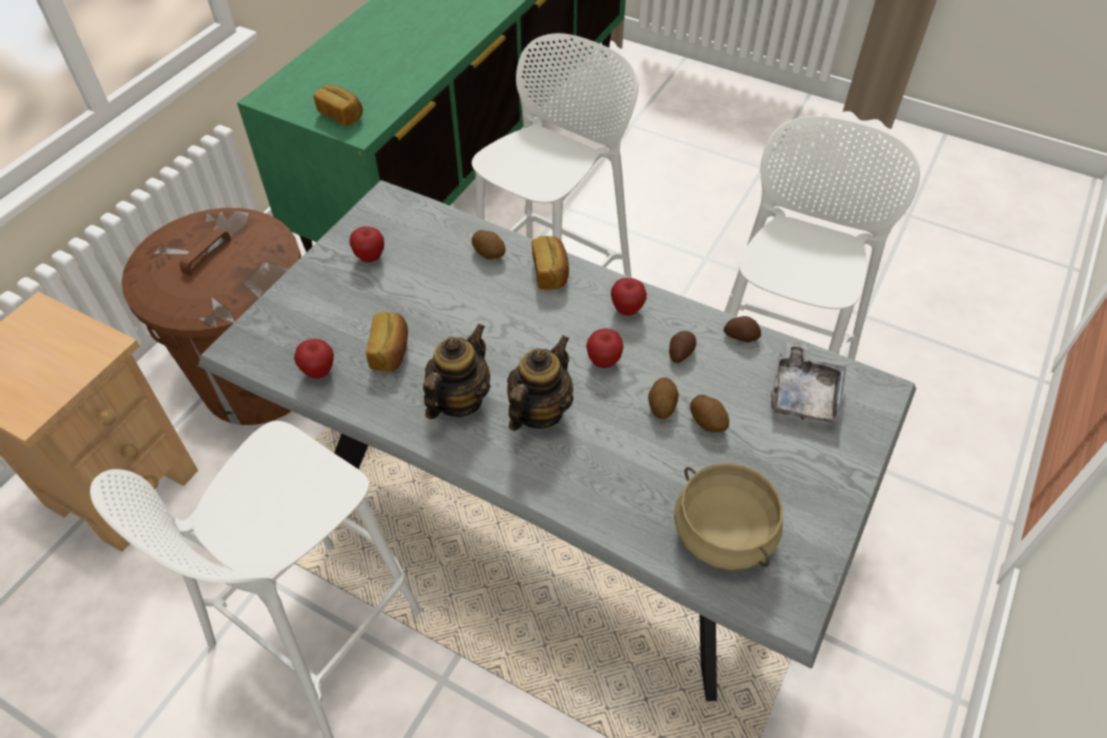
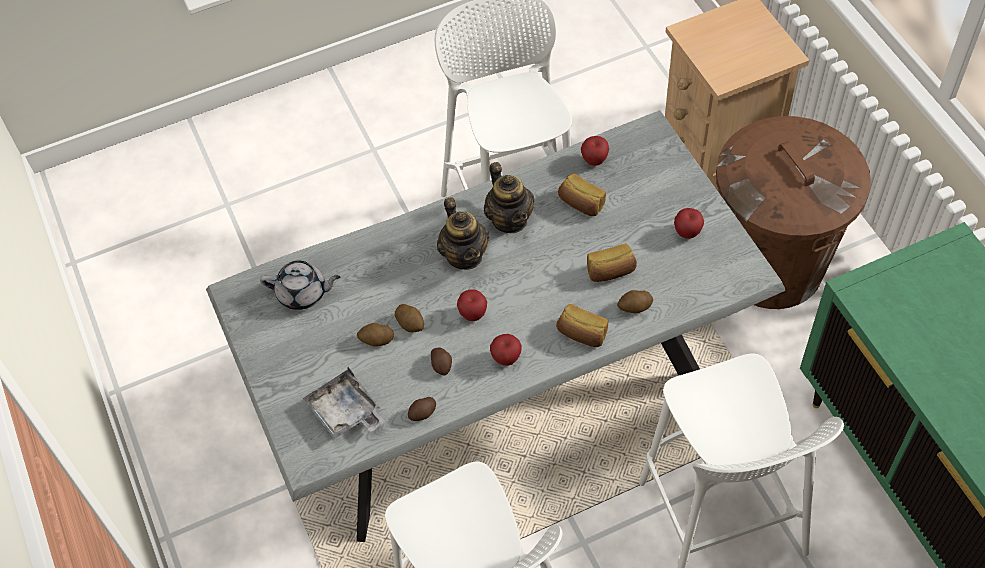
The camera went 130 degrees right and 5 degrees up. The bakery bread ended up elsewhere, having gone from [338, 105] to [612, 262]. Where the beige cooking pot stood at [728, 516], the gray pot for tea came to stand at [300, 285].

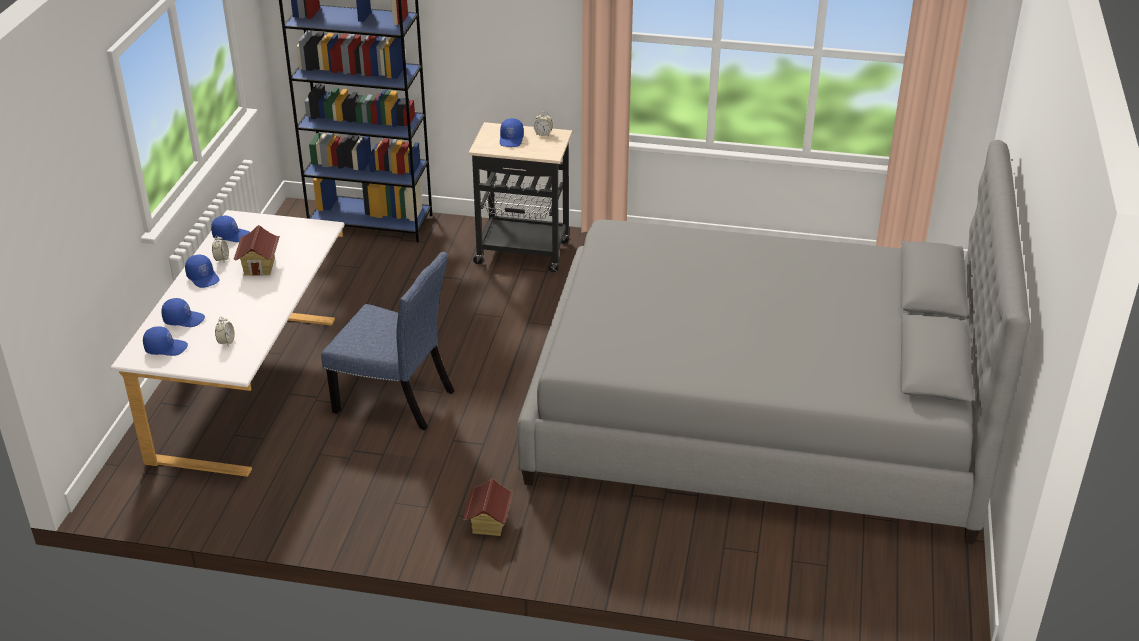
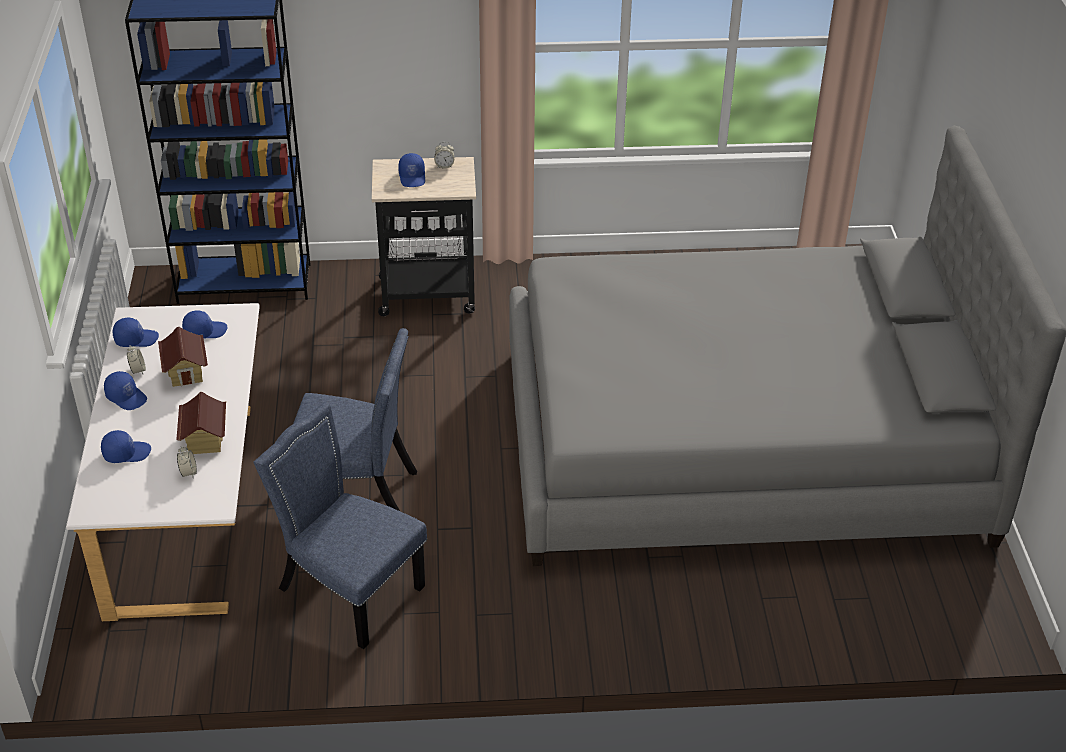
The camera went 15 degrees left and 5 degrees up. The second view gained the bluish upright chair at [340, 525]. The bluish baseball cap ended up elsewhere, having gone from [165, 341] to [205, 324]. The miniature house ended up elsewhere, having gone from [488, 507] to [201, 423].

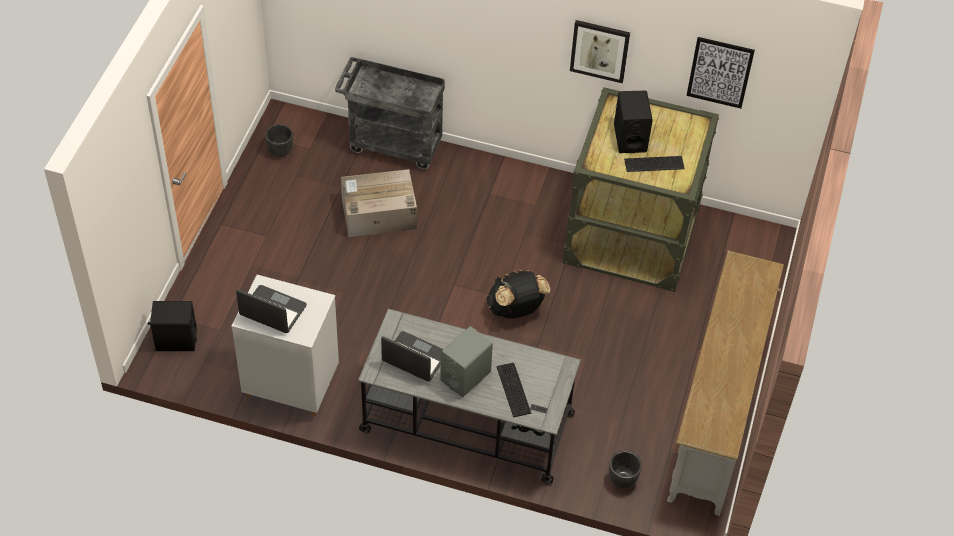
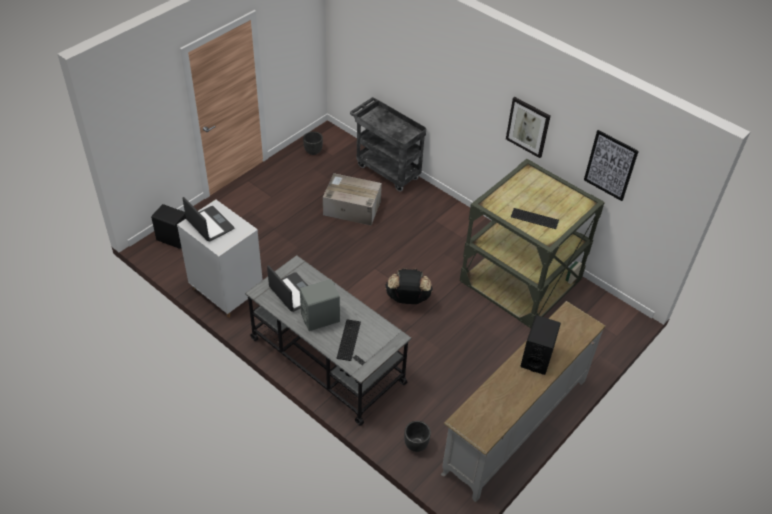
The camera went 25 degrees right and 5 degrees down. The black speaker ended up elsewhere, having gone from [633, 122] to [541, 345].

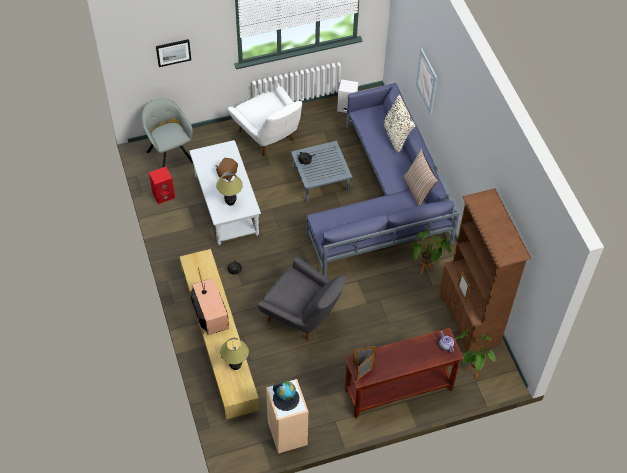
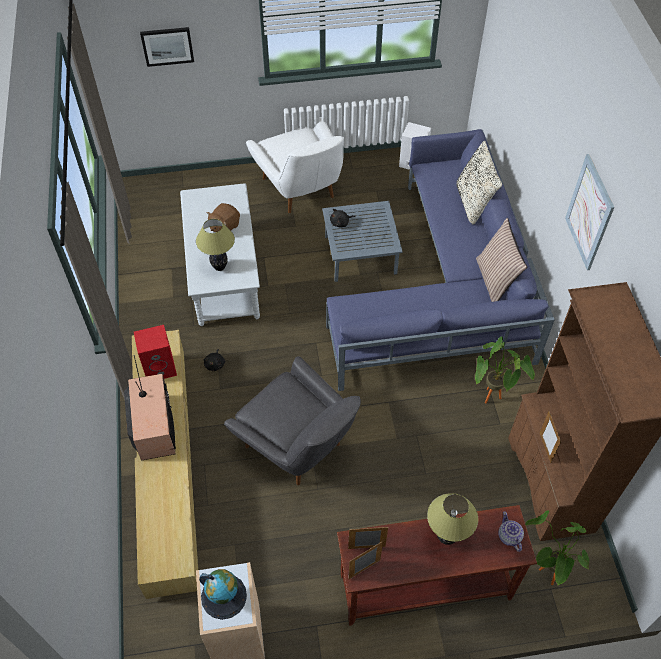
The camera went 10 degrees right and 0 degrees up. The second view lost the gray lounge chair at [167, 133]. The red-coloured speaker ended up elsewhere, having gone from [162, 185] to [155, 352]. The table lamp ended up elsewhere, having gone from [234, 354] to [452, 519]. The wall art ended up elsewhere, having gone from [426, 81] to [589, 212].

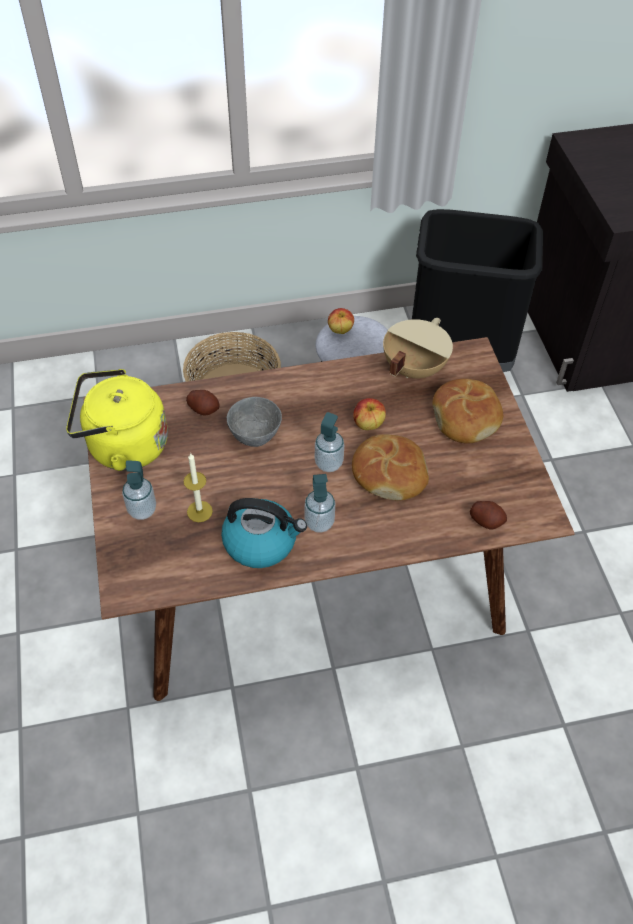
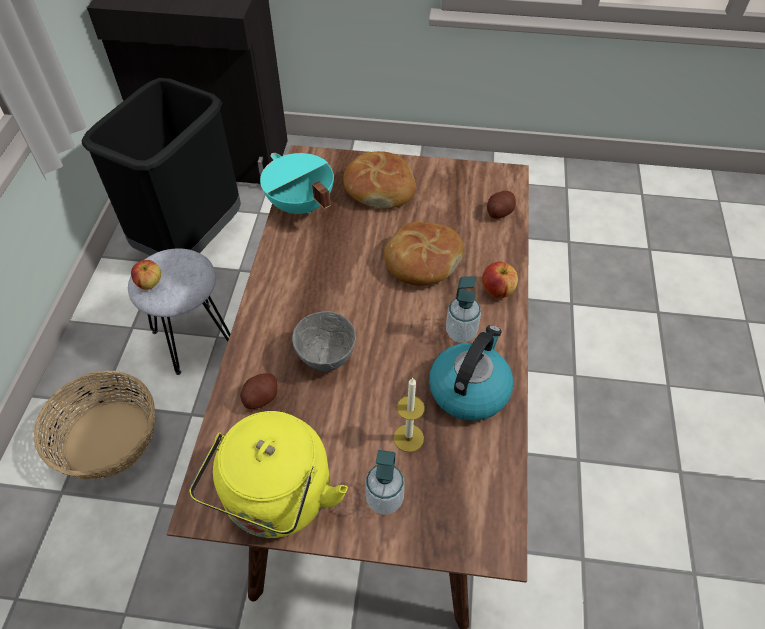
The camera went 70 degrees left and 0 degrees up. The second view lost the soap bottle at [329, 442]. The whole apple ended up elsewhere, having gone from [369, 414] to [500, 280]. What was the beige cooking pot at [418, 348] turned into the blue-green cooking pot at [297, 183].

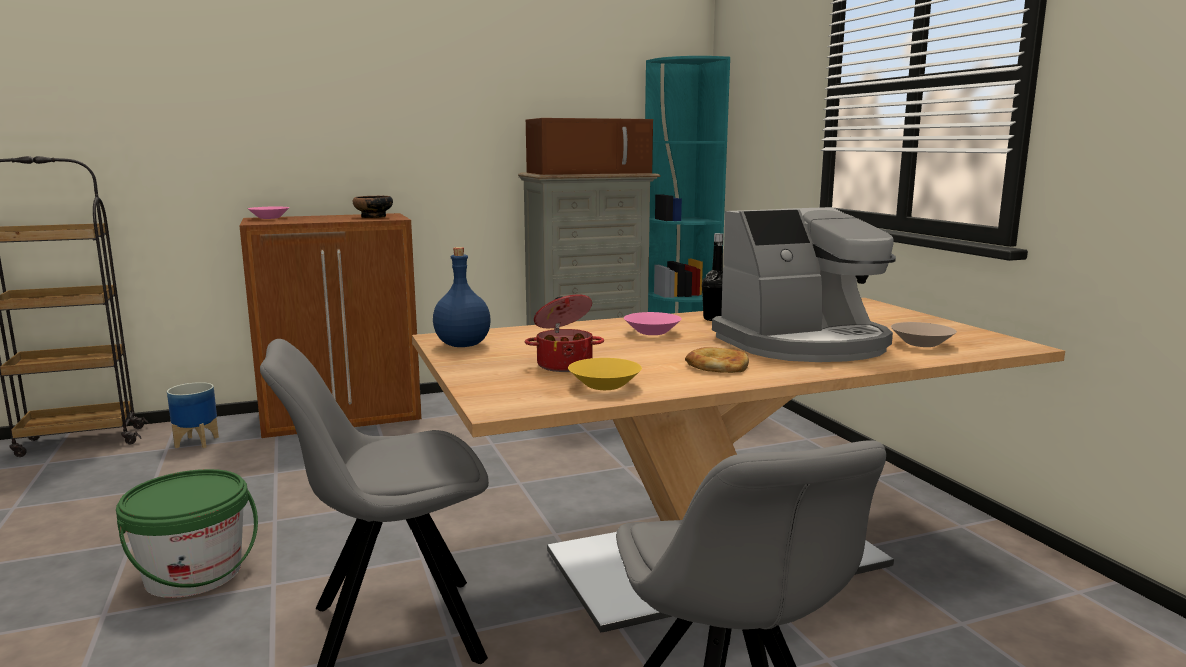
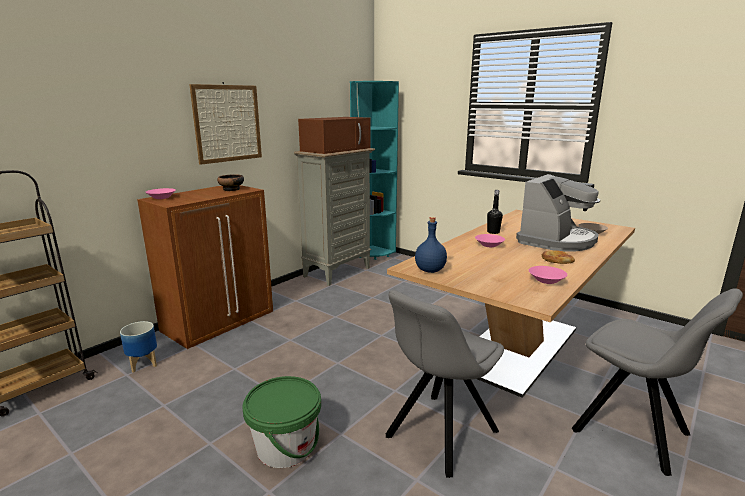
The camera went 30 degrees left and 5 degrees up. The second view lost the cooking pot at [564, 333]. The second view gained the wall art at [225, 123]. What was the yellow serving bowl at [605, 374] turned into the pink serving bowl at [548, 275].

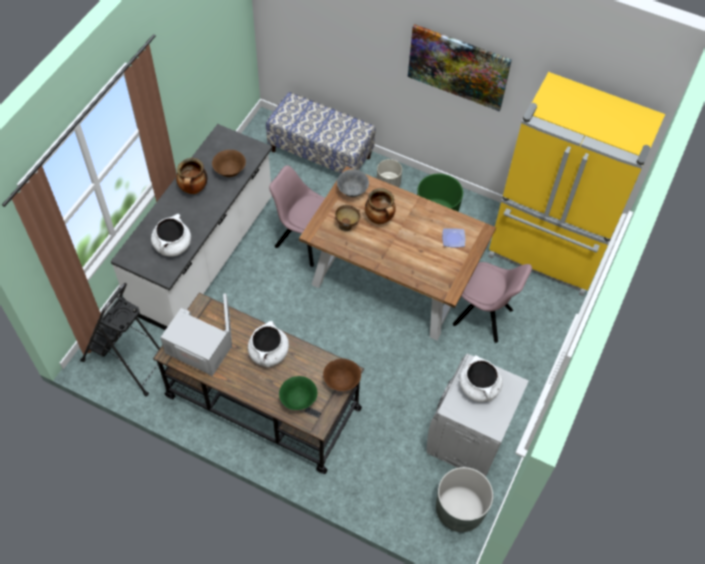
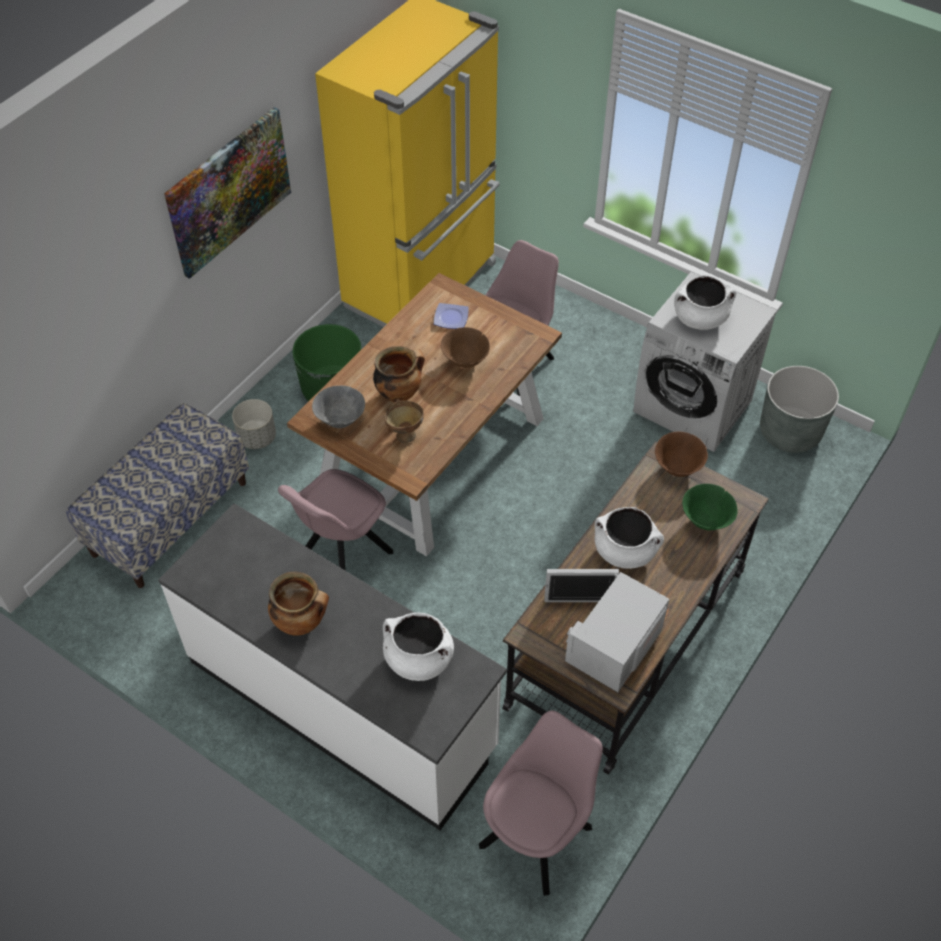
The camera went 80 degrees left and 5 degrees down. The brown-coloured serving bowl ended up elsewhere, having gone from [229, 163] to [465, 347]. Where the step ladder stood at [120, 339], the pink upright chair came to stand at [541, 803].

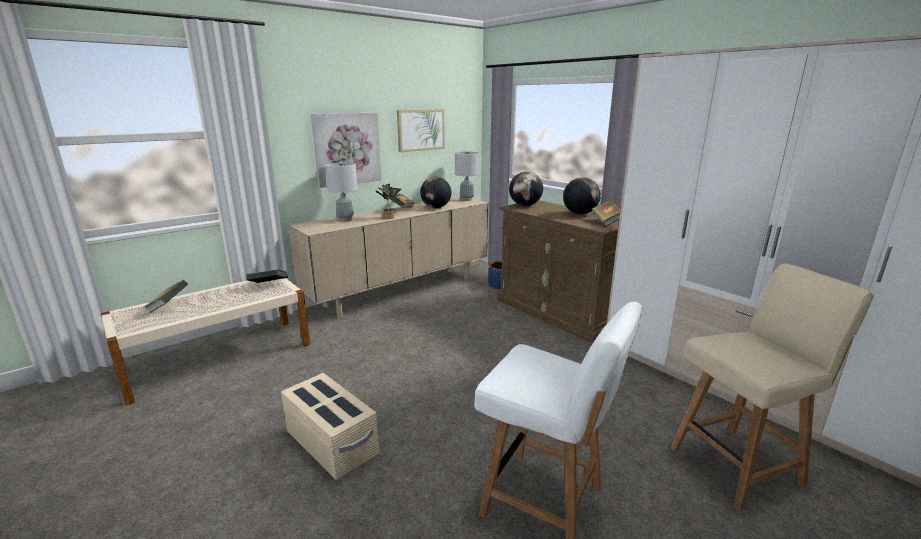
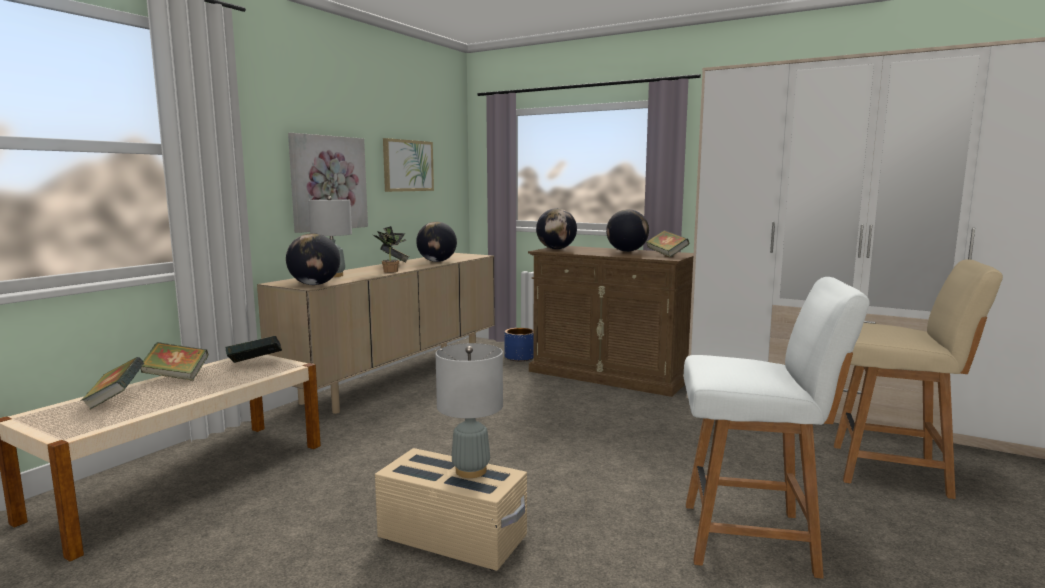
The camera went 20 degrees left and 10 degrees down. The second view gained the bound book at [174, 361]. The second view gained the globe at [313, 259]. The gray table lamp ended up elsewhere, having gone from [467, 176] to [469, 410]. The beige upright chair at [772, 387] ended up facing another way, 60 degrees clockwise from before.

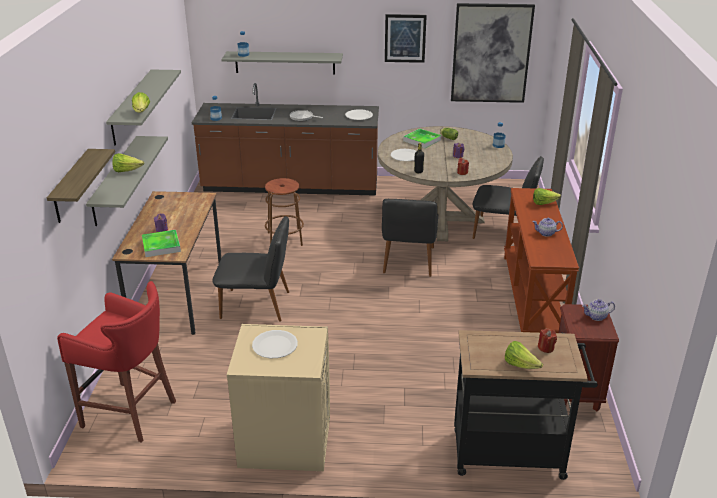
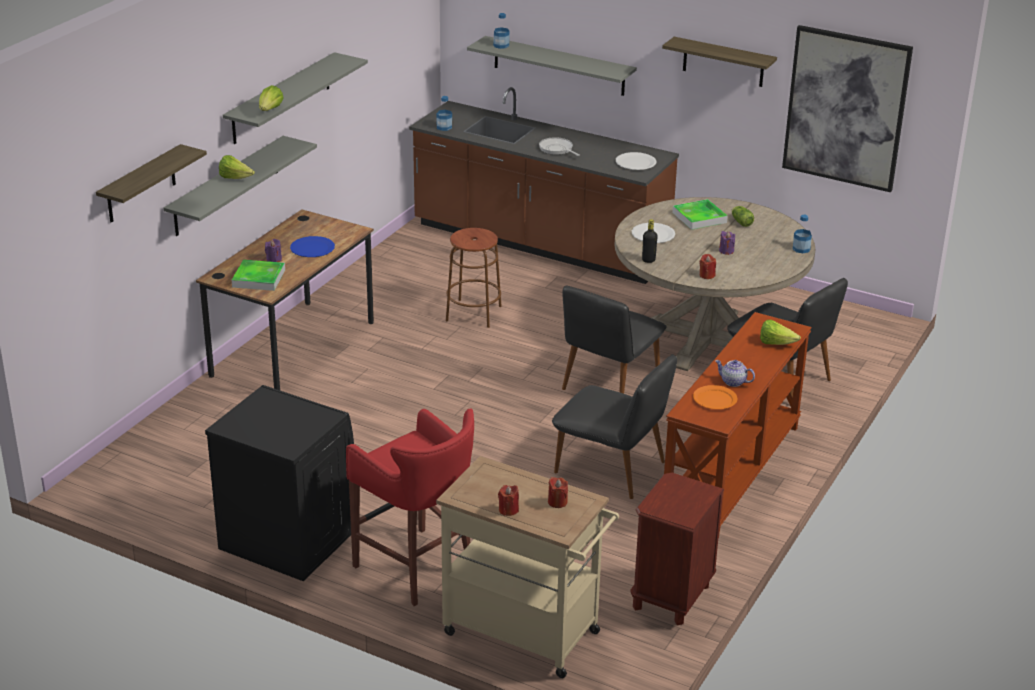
The camera went 25 degrees right and 0 degrees up. The second view lost the whitish flat dish at [275, 344]. The second view lost the pot for tea at [598, 310]. The second view gained the bluish flat dish at [312, 246]. The second view gained the orangey flat dish at [715, 397]. The red-coloured stool seat ended up elsewhere, having gone from [116, 361] to [410, 507]. The black upright chair ended up elsewhere, having gone from [250, 269] to [614, 426]. Where the wall art hung at [406, 38], the bracket shelf came to hang at [719, 62]. Where the lettuce stood at [524, 355], the red-coloured wax candle came to stand at [508, 500]. What was the beige laundry appliance at [278, 397] turned into the black laundry appliance at [279, 483]. What was the black cart at [526, 405] turned into the beige cart at [527, 567].

